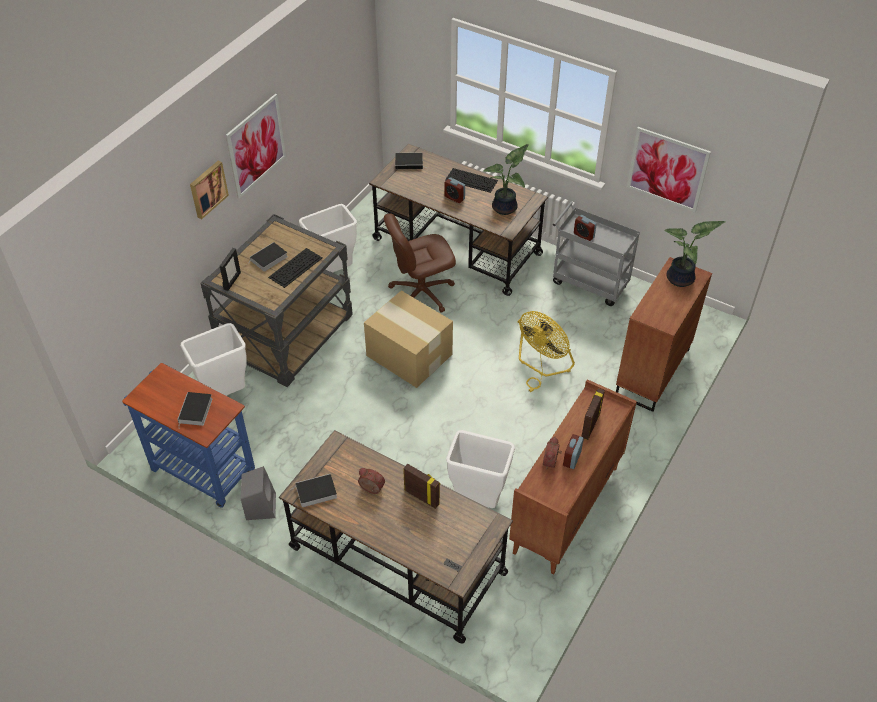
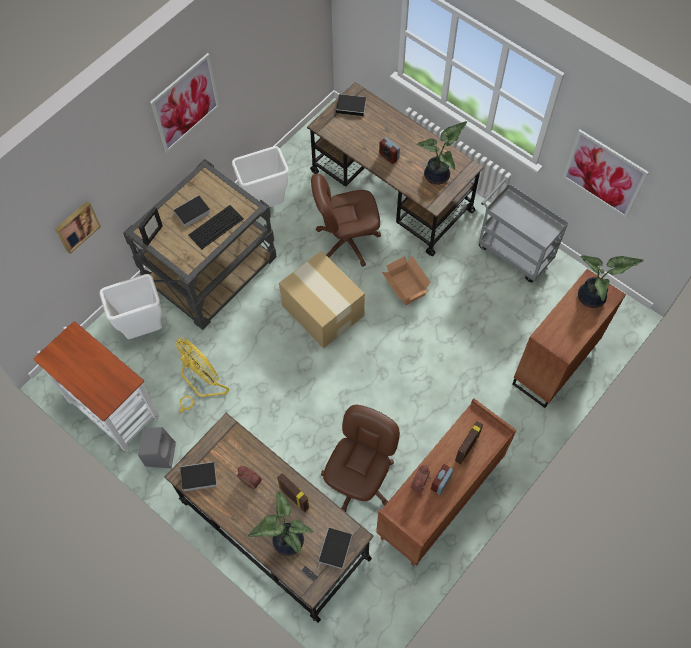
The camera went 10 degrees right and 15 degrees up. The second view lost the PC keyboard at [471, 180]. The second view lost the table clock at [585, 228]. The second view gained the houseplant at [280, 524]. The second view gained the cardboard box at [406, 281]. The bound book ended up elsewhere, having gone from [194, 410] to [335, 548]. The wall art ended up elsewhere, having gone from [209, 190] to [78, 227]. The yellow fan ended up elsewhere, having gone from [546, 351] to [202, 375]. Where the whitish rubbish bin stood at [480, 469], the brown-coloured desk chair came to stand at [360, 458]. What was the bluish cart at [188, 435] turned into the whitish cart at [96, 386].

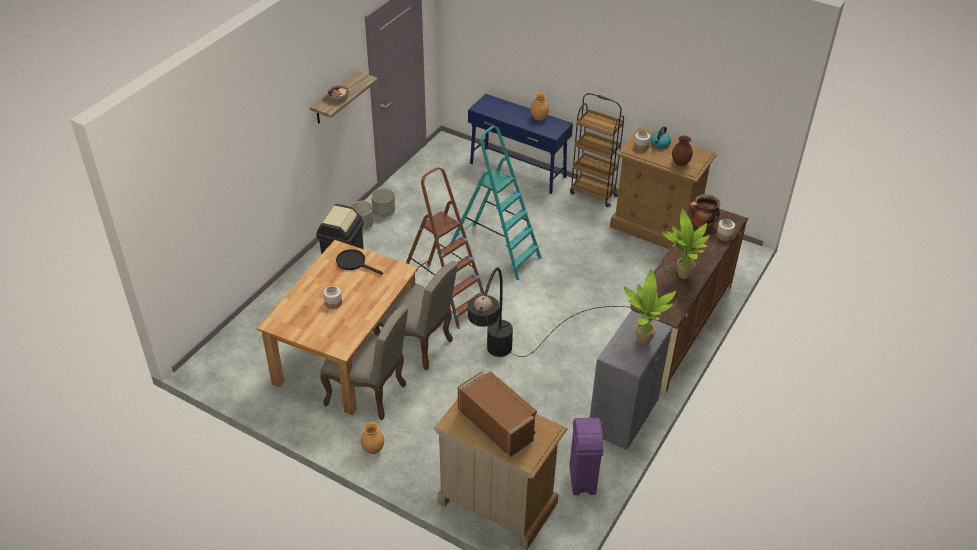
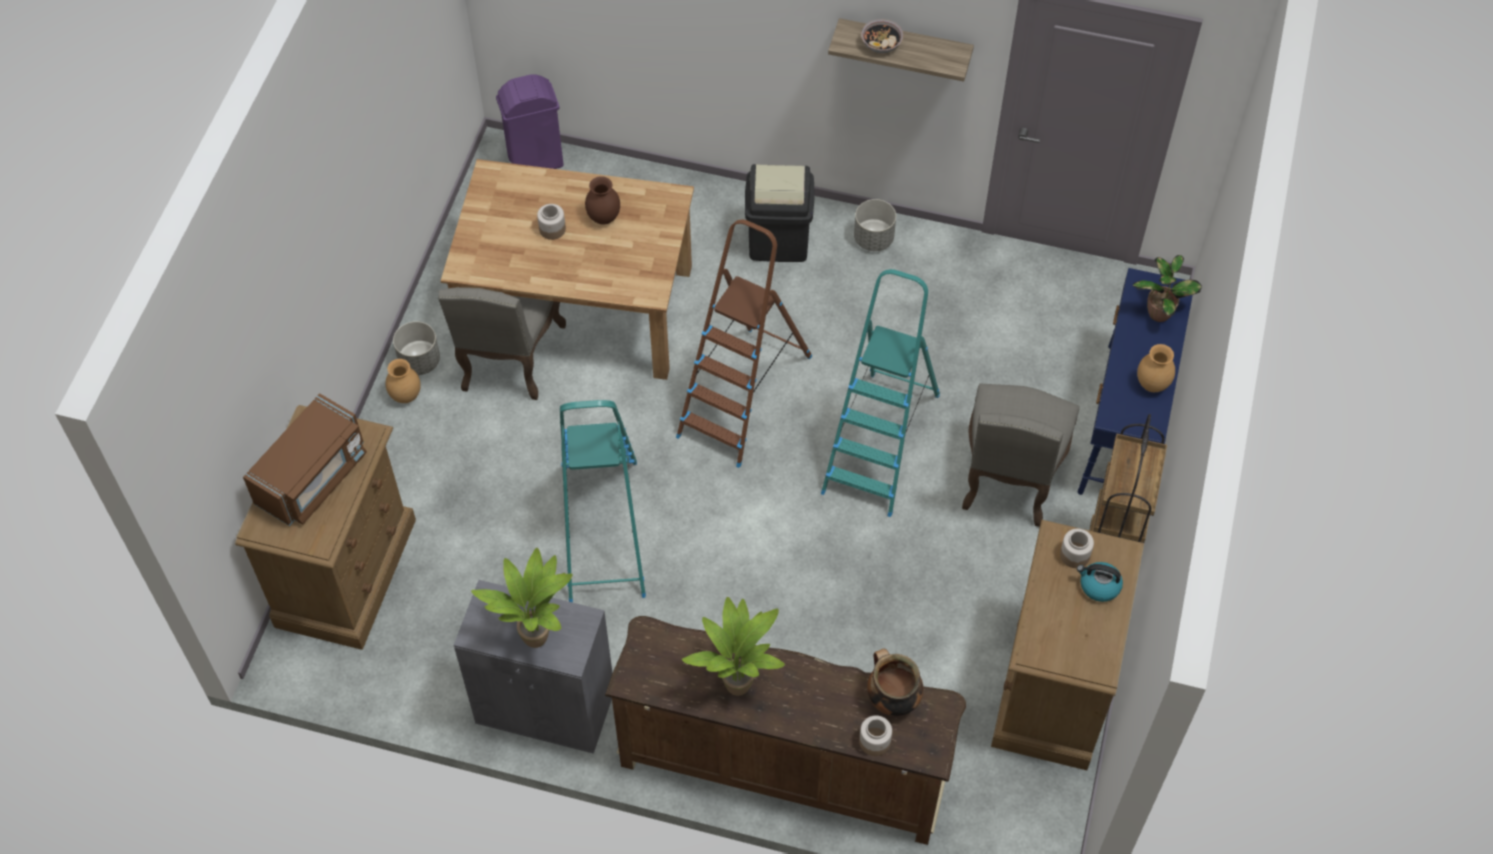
The camera went 75 degrees right and 15 degrees up. The second view lost the black skillet at [359, 262]. The second view gained the houseplant at [1167, 288]. The gray planter ended up elsewhere, having gone from [383, 202] to [416, 348]. The gray upright chair ended up elsewhere, having gone from [415, 315] to [1020, 455]. The purple rubbish bin ended up elsewhere, having gone from [586, 456] to [530, 121]. The brown-coloured decorative vase ended up elsewhere, having gone from [682, 150] to [602, 200]. Where the black floor lamp stood at [547, 312], the blue-green step ladder came to stand at [603, 501].

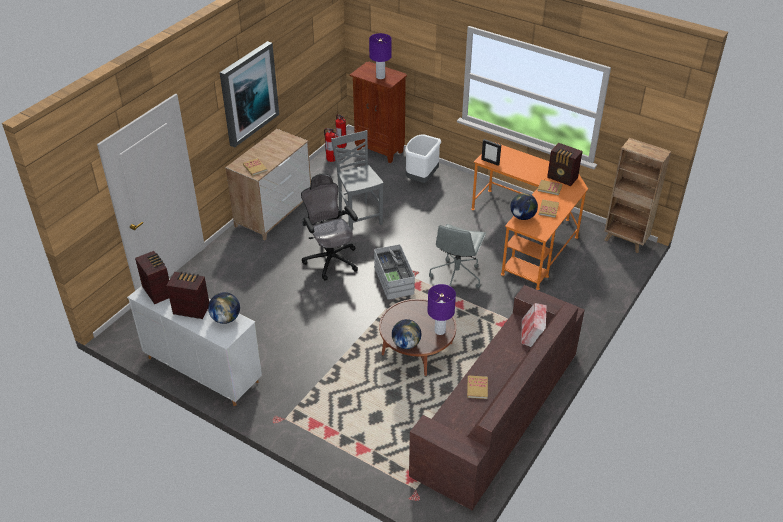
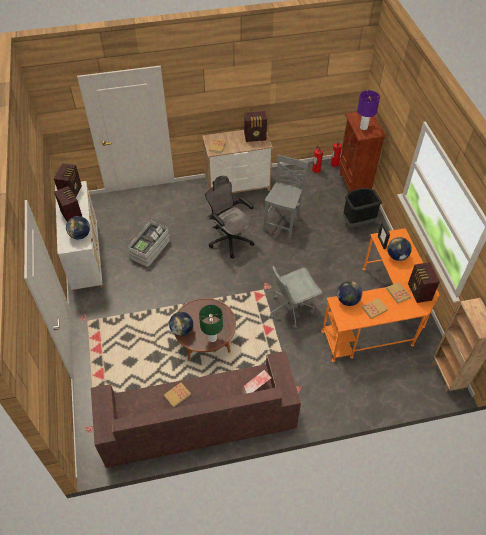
The camera went 45 degrees right and 10 degrees up. The second view lost the wall art at [249, 94]. The second view gained the radio at [255, 126]. The second view gained the globe at [399, 249]. The gray storage bin ended up elsewhere, having gone from [394, 272] to [149, 244]. What was the whitish rubbish bin at [423, 158] turned into the black rubbish bin at [362, 207]. What was the purple table lamp at [441, 309] turned into the green-coloured table lamp at [211, 323]. The desk chair at [329, 227] ended up facing another way, 60 degrees counterclockwise from before.

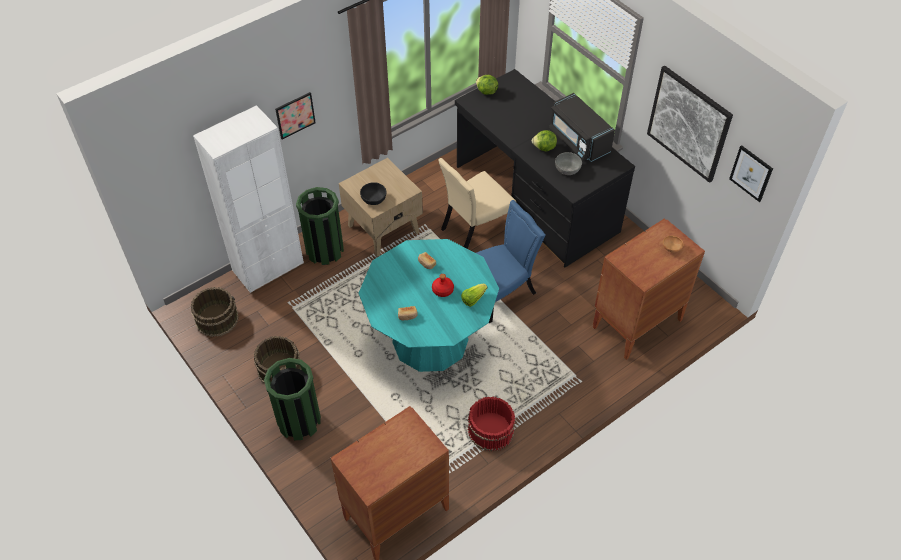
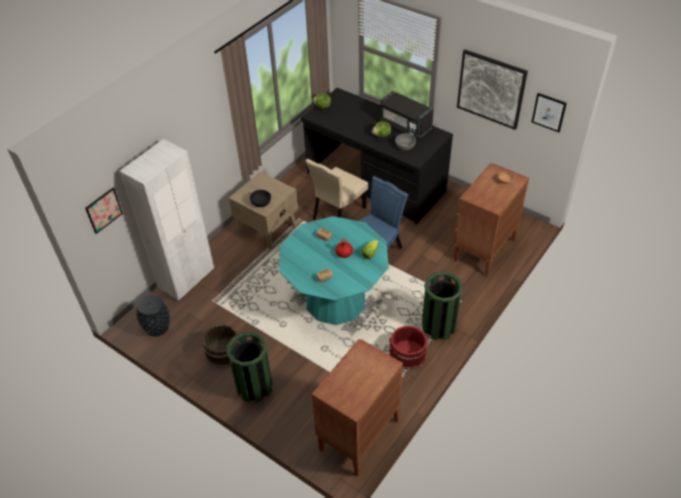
The camera went 15 degrees left and 5 degrees down. The wall art ended up elsewhere, having gone from [295, 115] to [104, 211]. The green-coloured rubbish bin ended up elsewhere, having gone from [320, 226] to [442, 306]. Where the brown-coloured water bucket stood at [215, 312], the black stool seat came to stand at [153, 315].

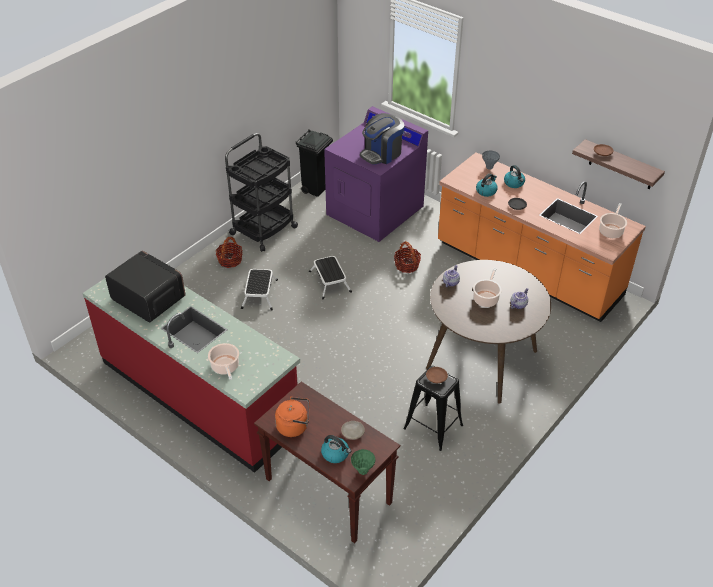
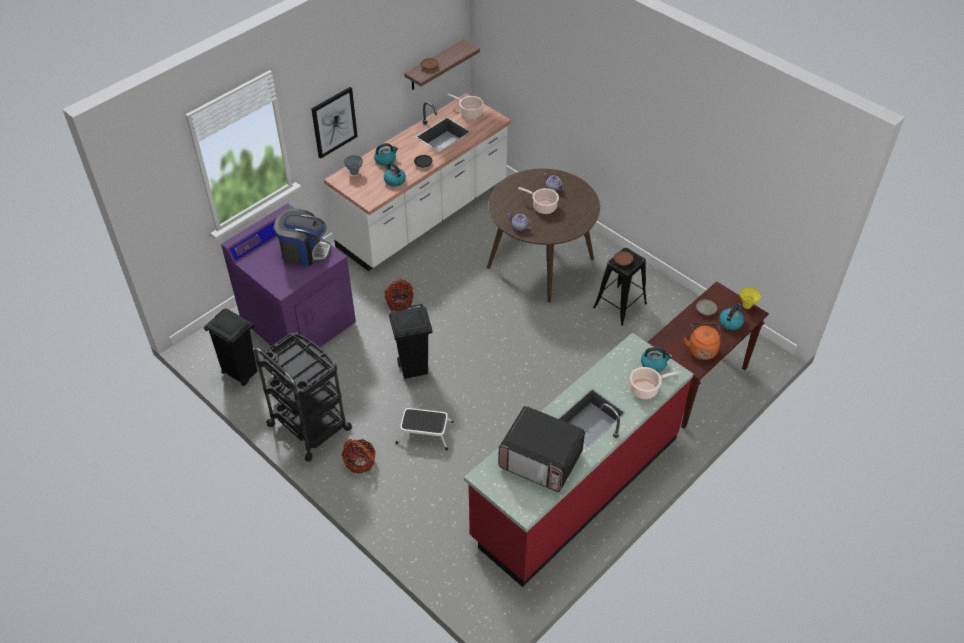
The camera went 85 degrees left and 5 degrees up. The second view gained the wall art at [334, 123]. The second view gained the tea kettle at [656, 359]. Where the black step ladder stood at [330, 277], the black rubbish bin came to stand at [411, 341]. What was the green-coloured decorative vase at [363, 462] turned into the yellow decorative vase at [750, 298]. What was the orangey kitchen base unit at [542, 237] turned into the whitish kitchen base unit at [417, 182]. The kitchen microwave at [145, 286] ended up facing another way, 105 degrees counterclockwise from before. The coffee brewer at [382, 139] ended up facing another way, 45 degrees counterclockwise from before.

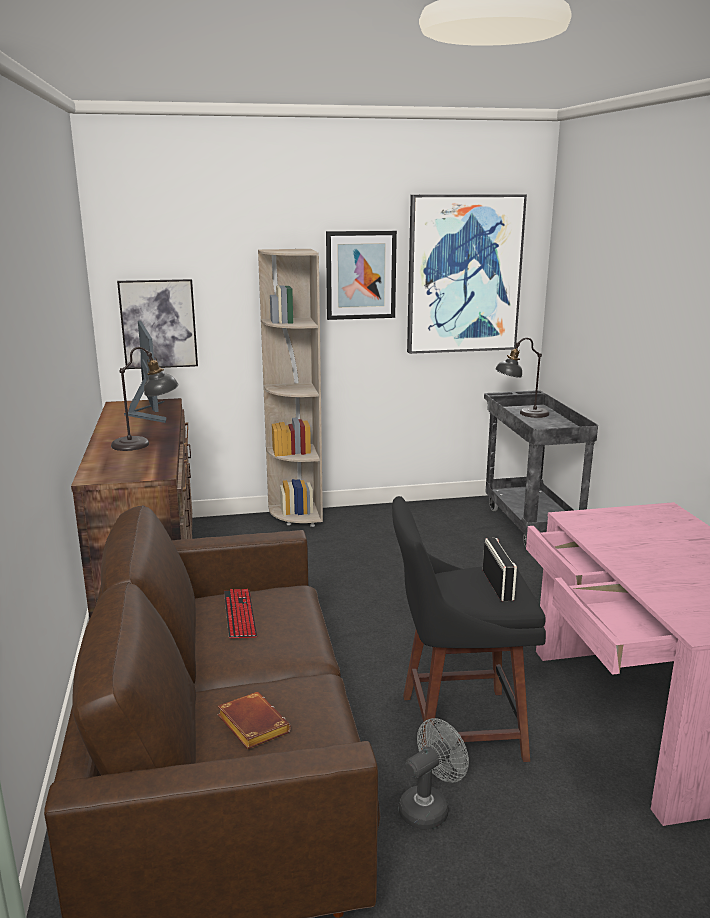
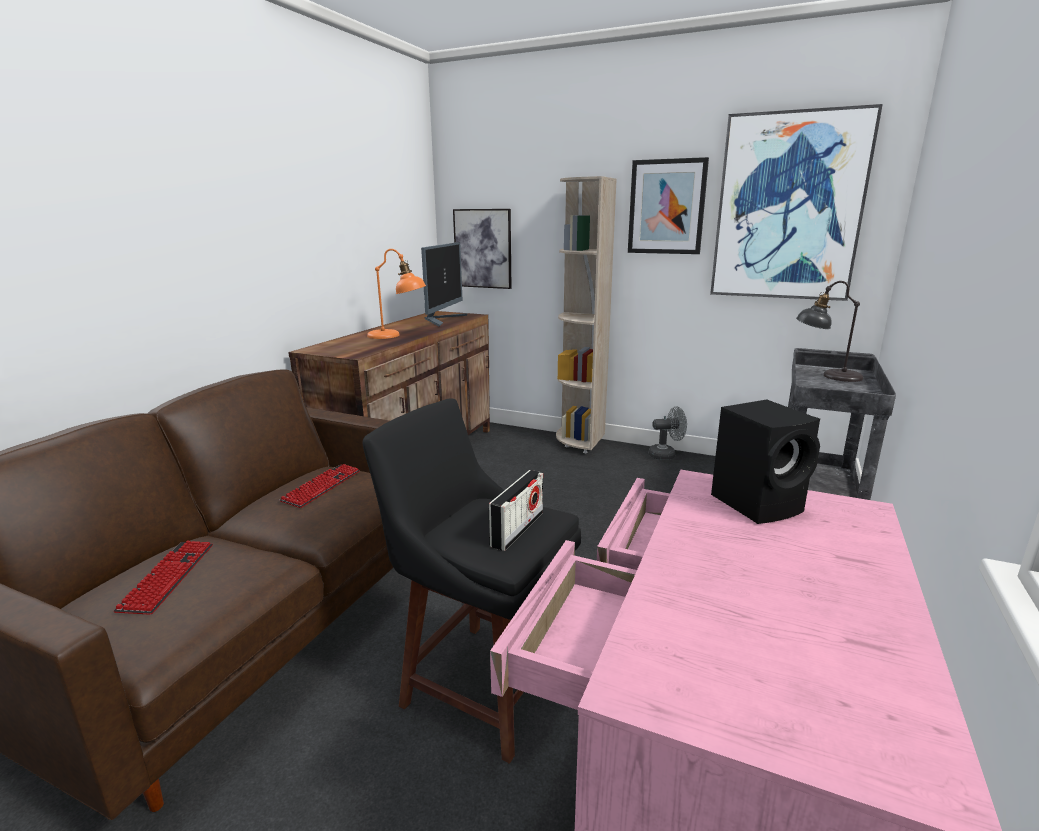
The camera went 35 degrees right and 0 degrees up. The second view gained the black speaker at [765, 462]. The gray fan ended up elsewhere, having gone from [434, 774] to [668, 433]. Where the brown-coloured bound book stood at [254, 720], the PC keyboard came to stand at [163, 577]. What was the gray table lamp at [144, 399] turned into the orangey table lamp at [396, 294].

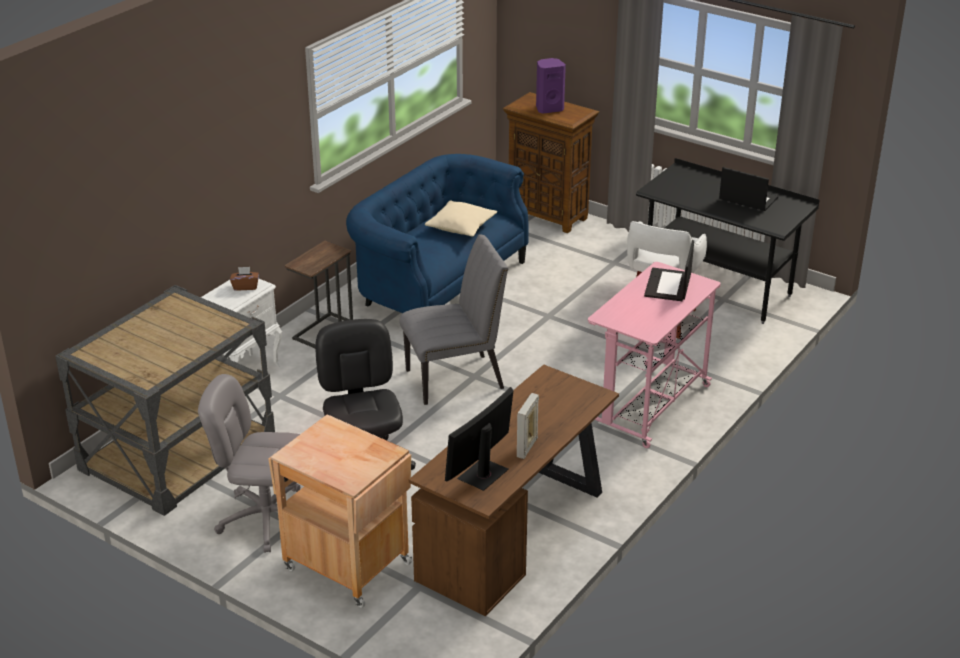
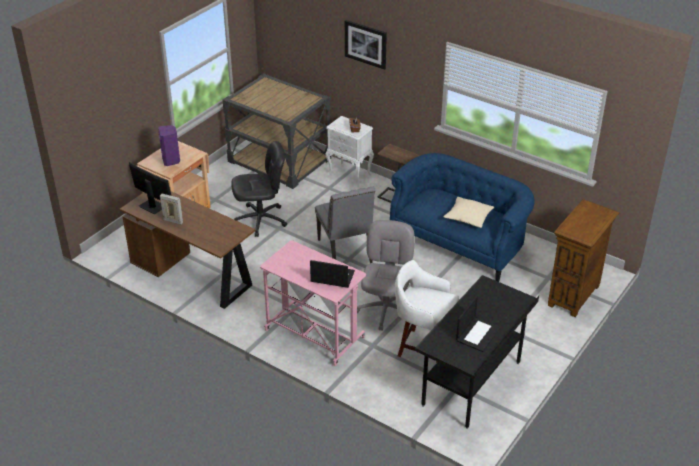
The camera went 90 degrees right and 5 degrees up. The second view gained the wall art at [366, 45]. The gray desk chair ended up elsewhere, having gone from [249, 463] to [386, 275]. The purple speaker ended up elsewhere, having gone from [551, 86] to [169, 145].

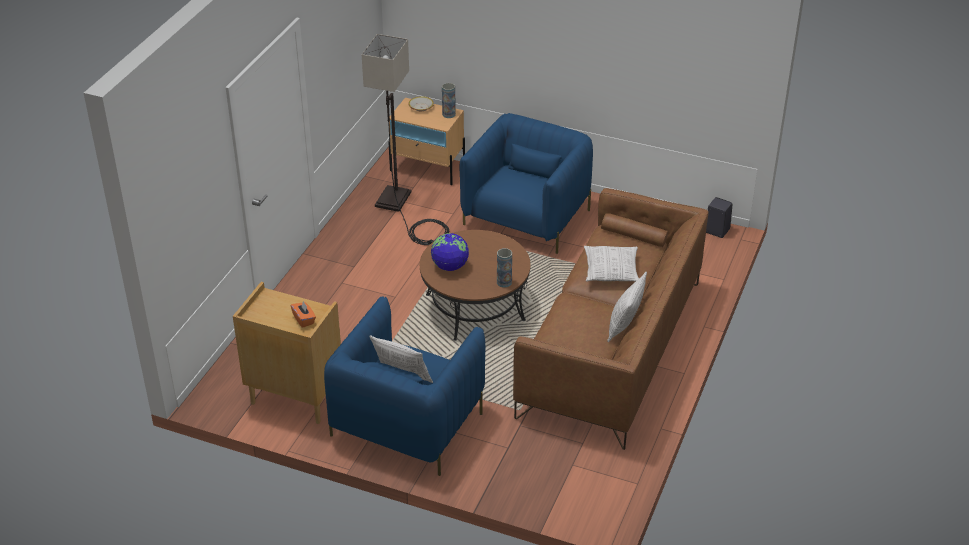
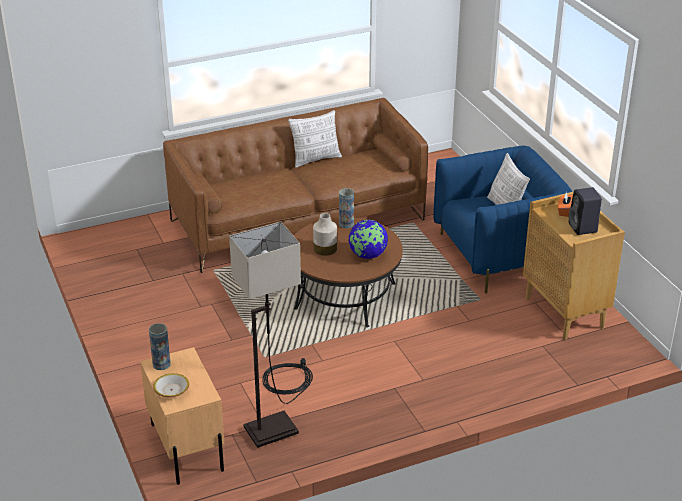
The camera went 135 degrees left and 5 degrees down. The second view lost the bluish lounge chair at [526, 183]. The second view lost the cushion at [611, 263]. The second view gained the beige decorative vase at [325, 234]. The black speaker ended up elsewhere, having gone from [719, 217] to [585, 211].

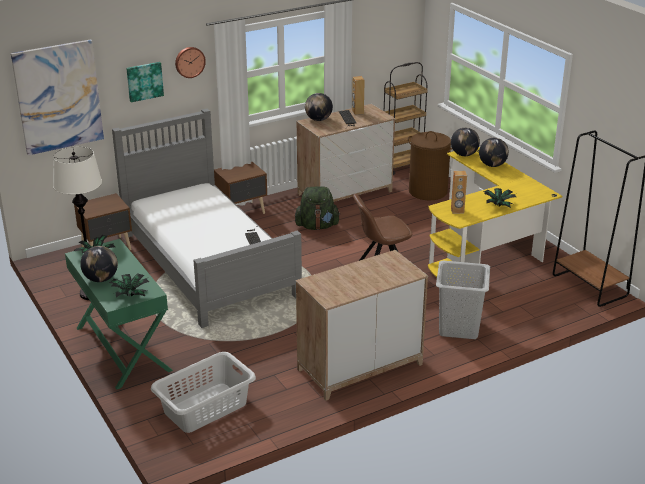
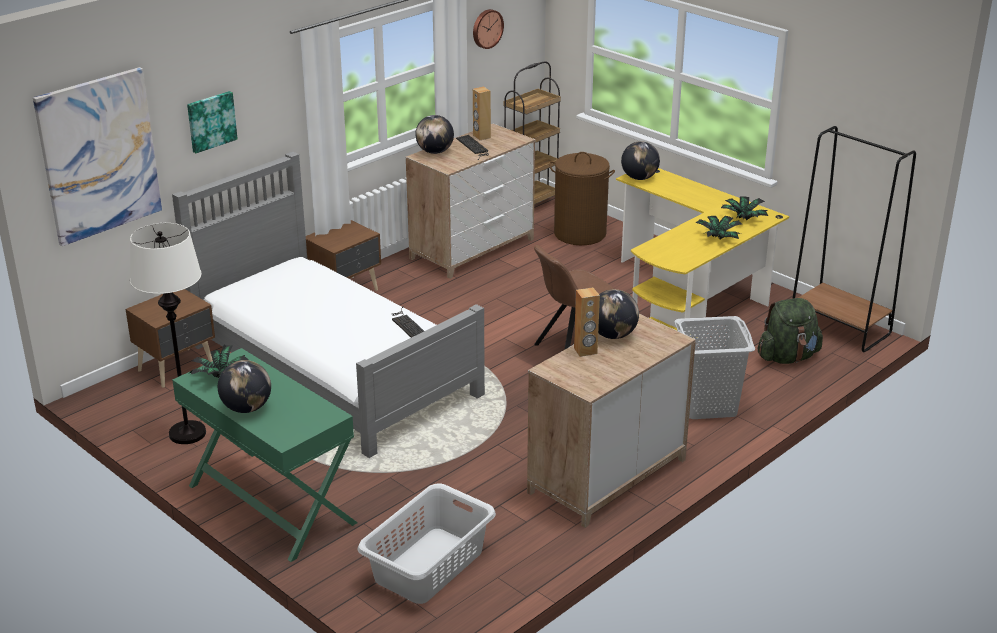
The camera went 15 degrees left and 0 degrees up. The houseplant ended up elsewhere, having gone from [129, 285] to [744, 208]. The clock on the wall ended up elsewhere, having gone from [190, 62] to [488, 29]. The green-coloured rucksack ended up elsewhere, having gone from [318, 208] to [790, 331]. The brown-coloured speaker ended up elsewhere, having gone from [459, 192] to [587, 322]. The globe ended up elsewhere, having gone from [494, 152] to [618, 314].

